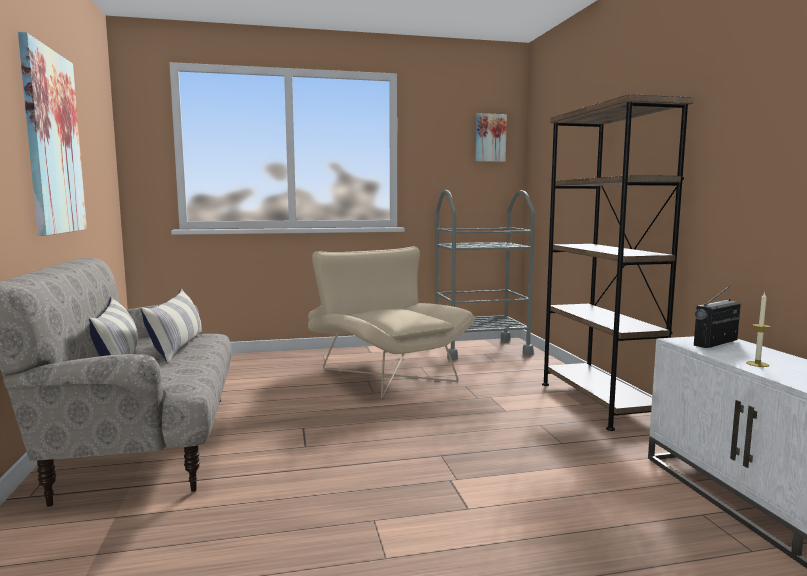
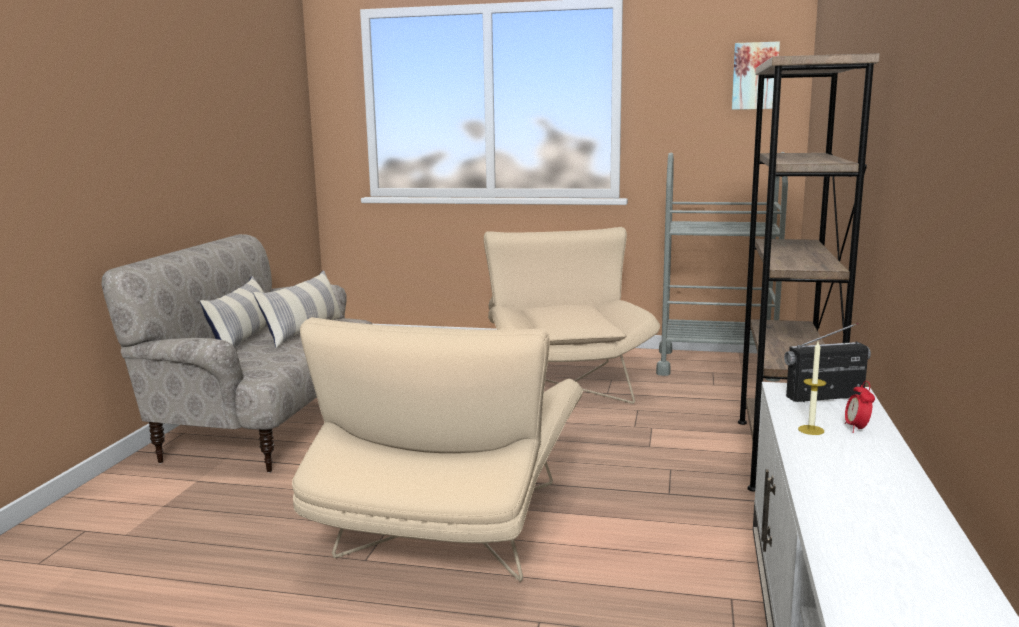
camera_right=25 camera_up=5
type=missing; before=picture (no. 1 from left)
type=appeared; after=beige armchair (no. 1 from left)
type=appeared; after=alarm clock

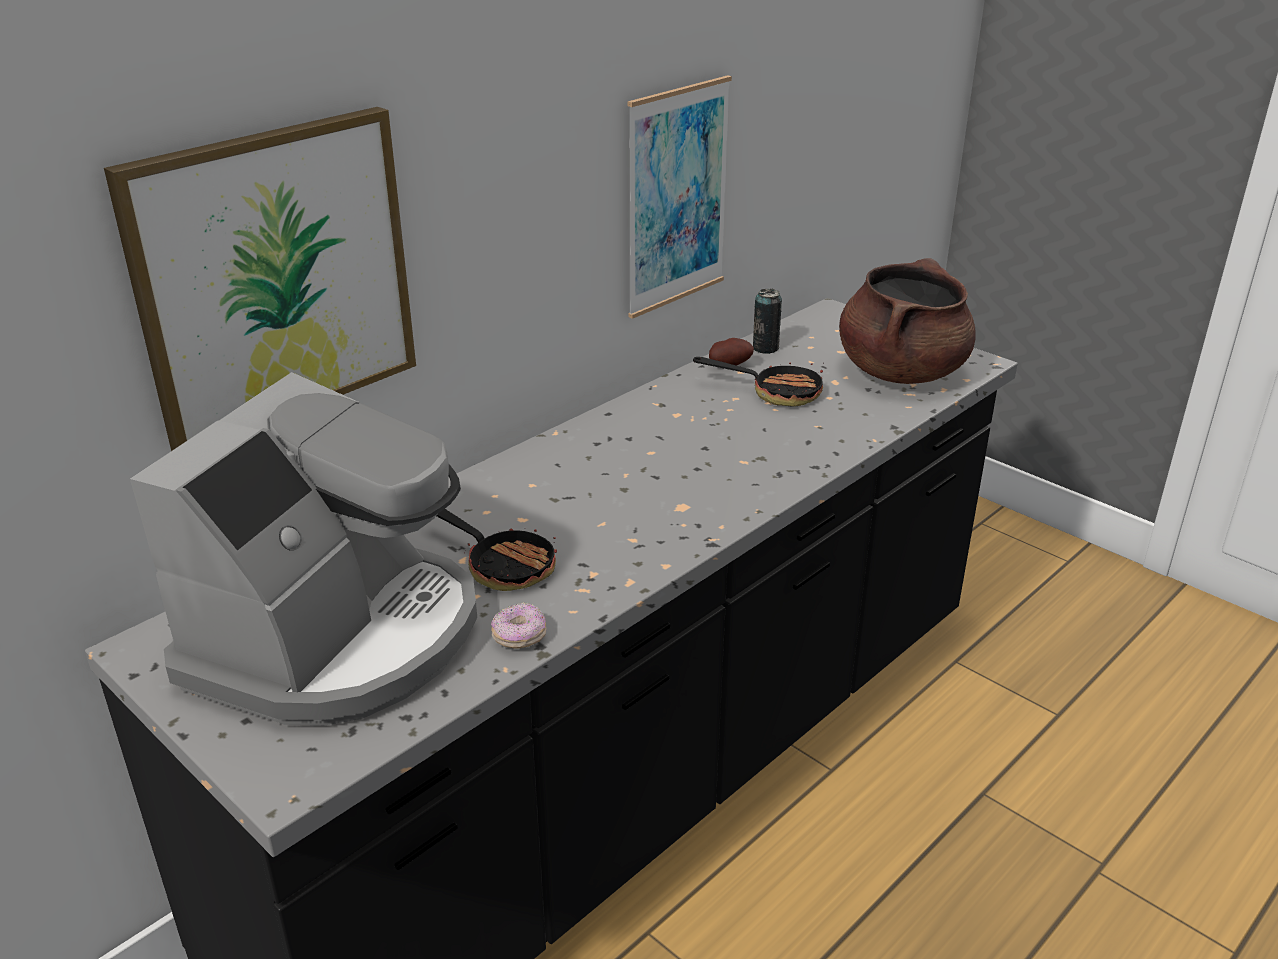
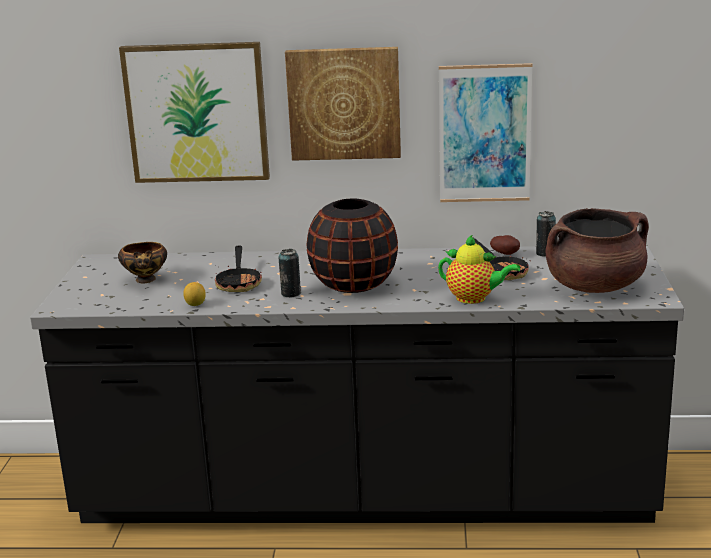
camera_right=50 camera_up=-10
type=exchanged; before=coffee machine; after=bowl
type=exchanged; before=donut; after=lemon
type=appeared; after=can (no. 1 from left)
type=appeared; after=picture (no. 2 from left)
type=appeared; after=black vase
type=appeared; after=teapot

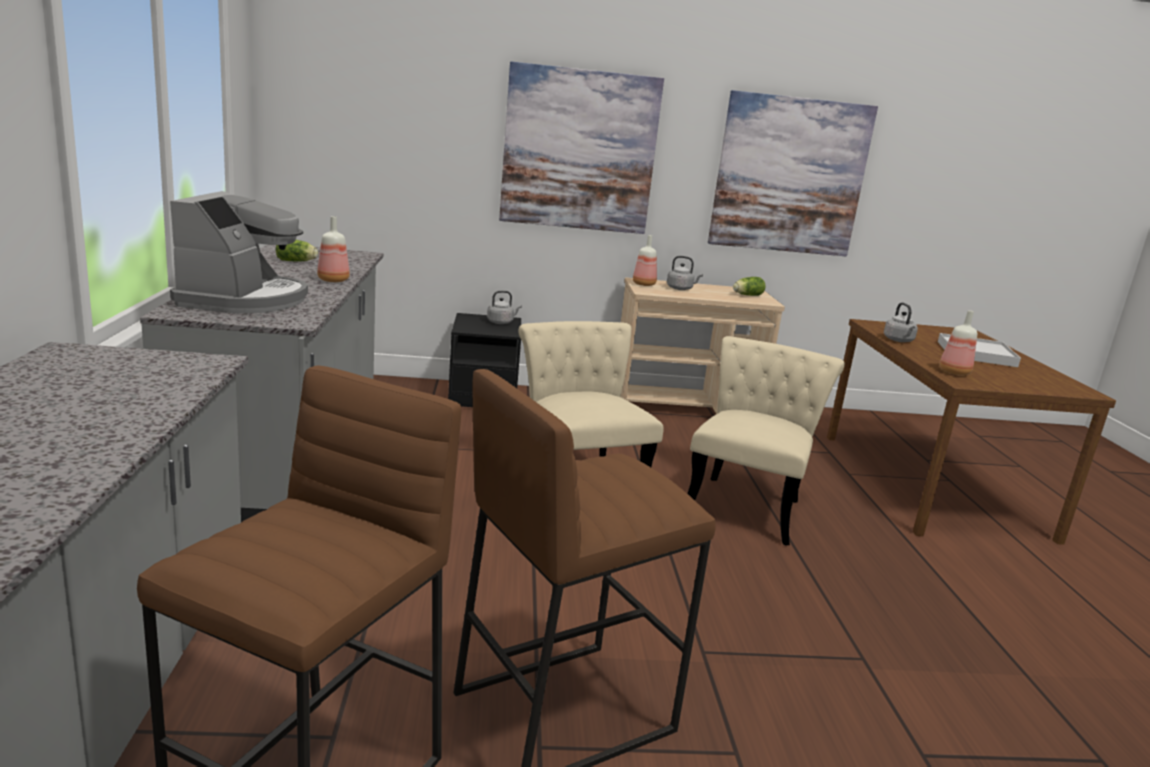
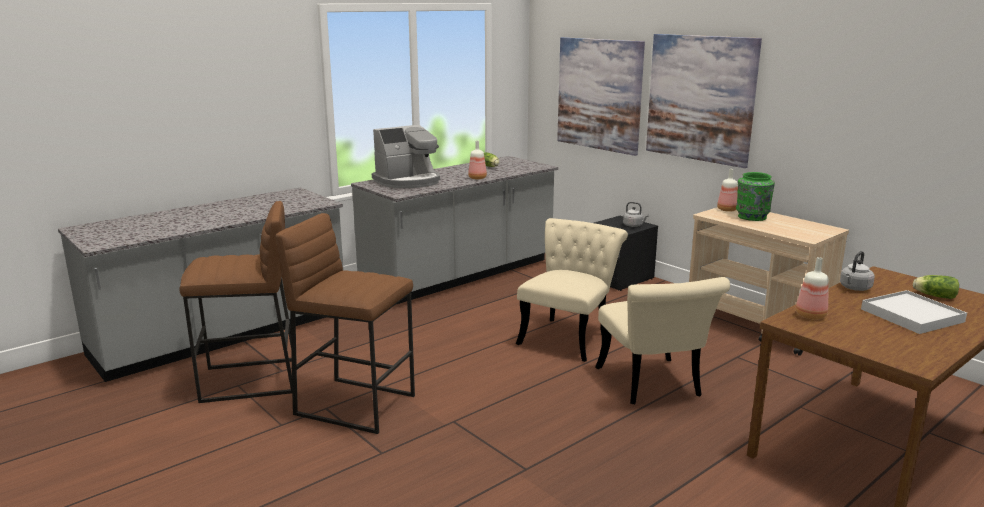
camera_right=55 camera_up=0
type=exchanged; before=grey kettle (no. 2 from left); after=green vase
type=spun; before=beige chair (no. 2 from left); turn=90
type=relocated; before=picture (no. 2 from left in the first image); after=picture (no. 1 from left)
type=relocated; before=lettuce (no. 2 from left)

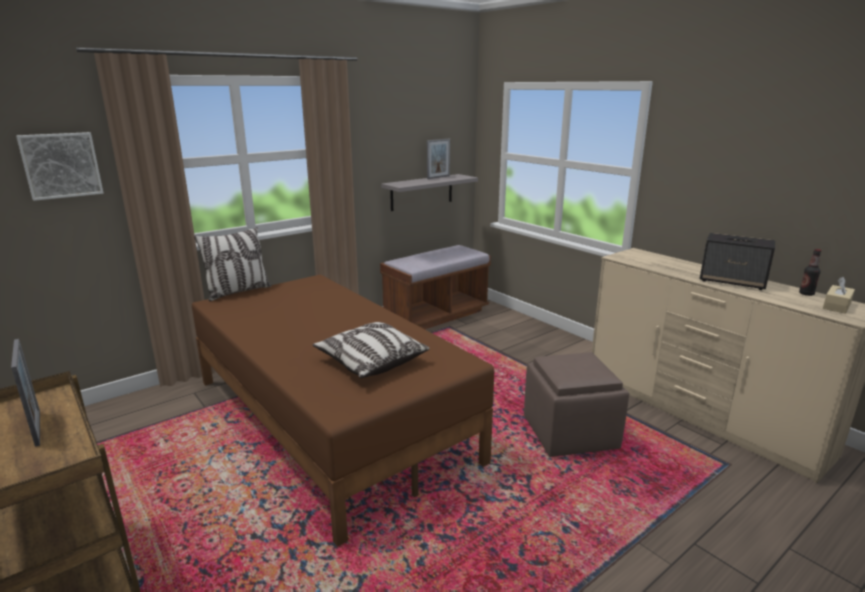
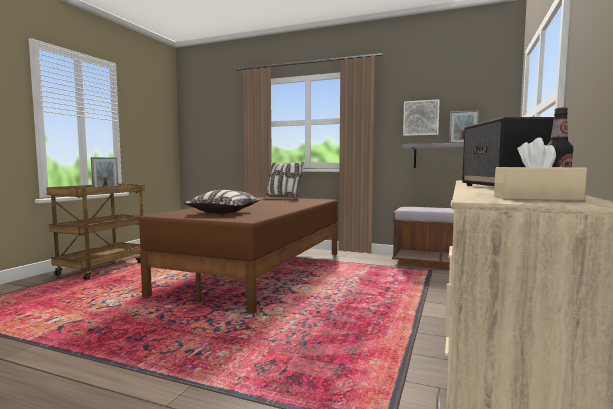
camera_right=60 camera_up=-15
type=relocated; before=picture
type=missing; before=brown ottoman

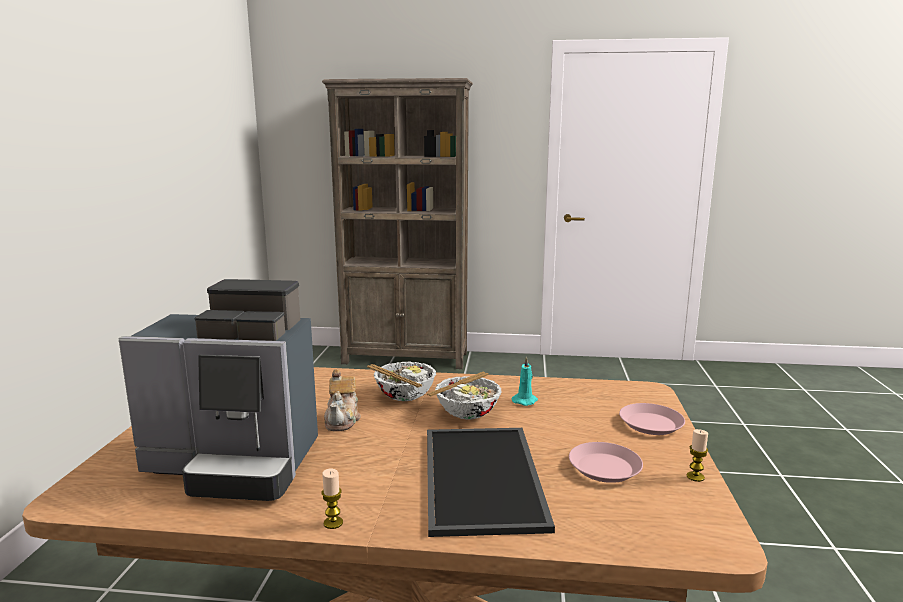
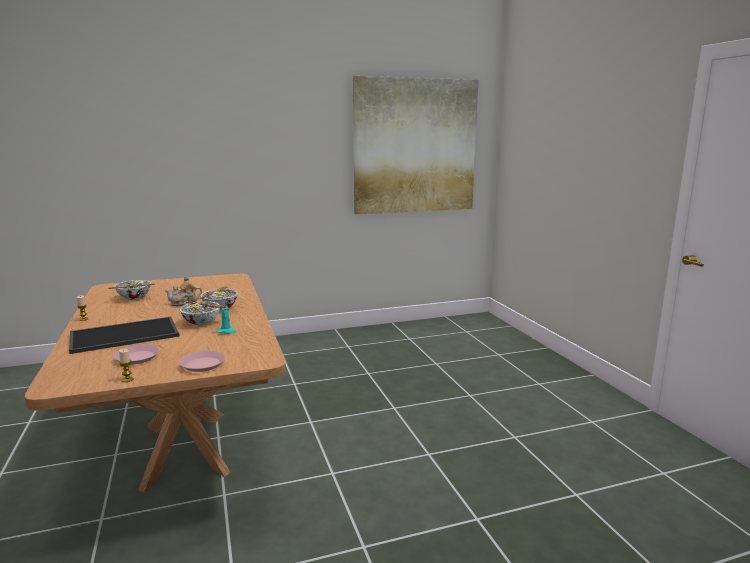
camera_right=65 camera_up=0
type=exchanged; before=coffee machine; after=bowl (no. 1 from left)
type=missing; before=brown bookcase
type=appeared; after=picture

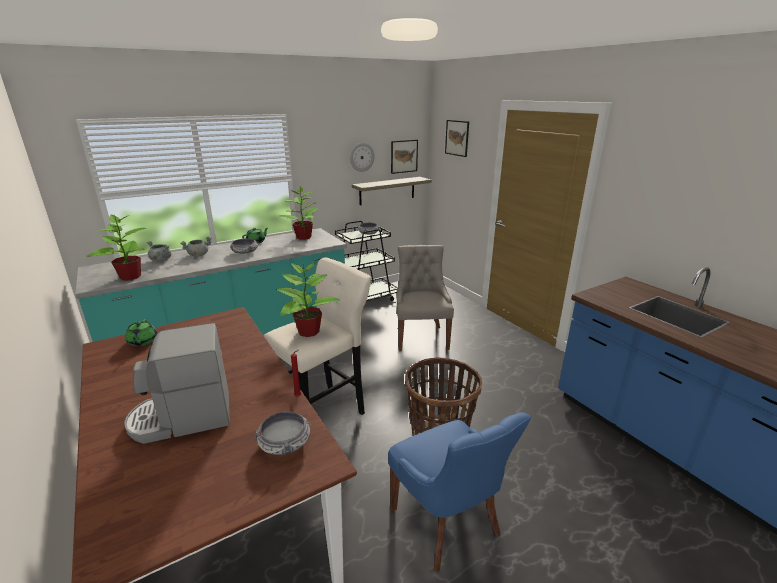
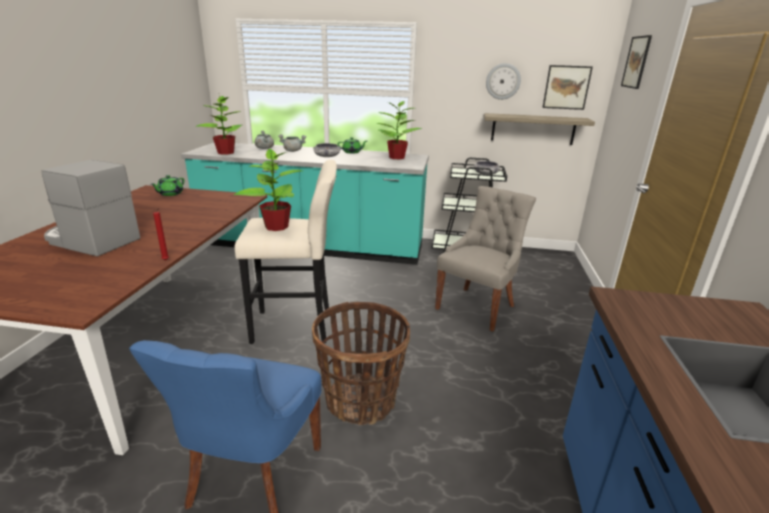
camera_right=40 camera_up=0
type=missing; before=bowl (no. 2 from left)

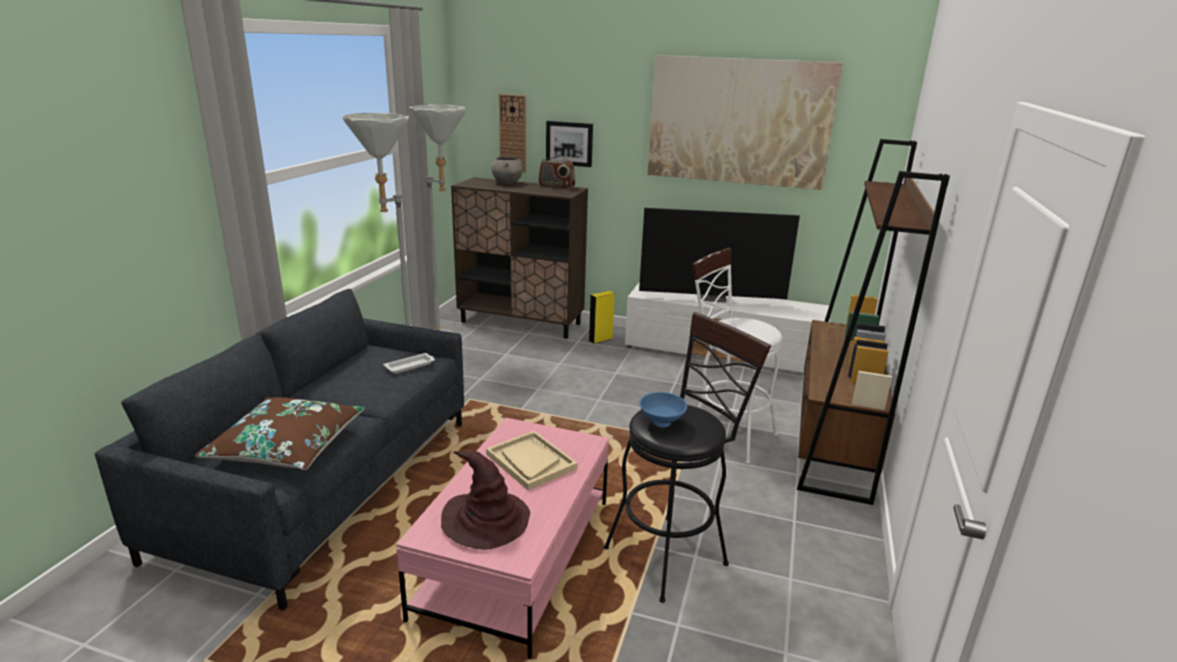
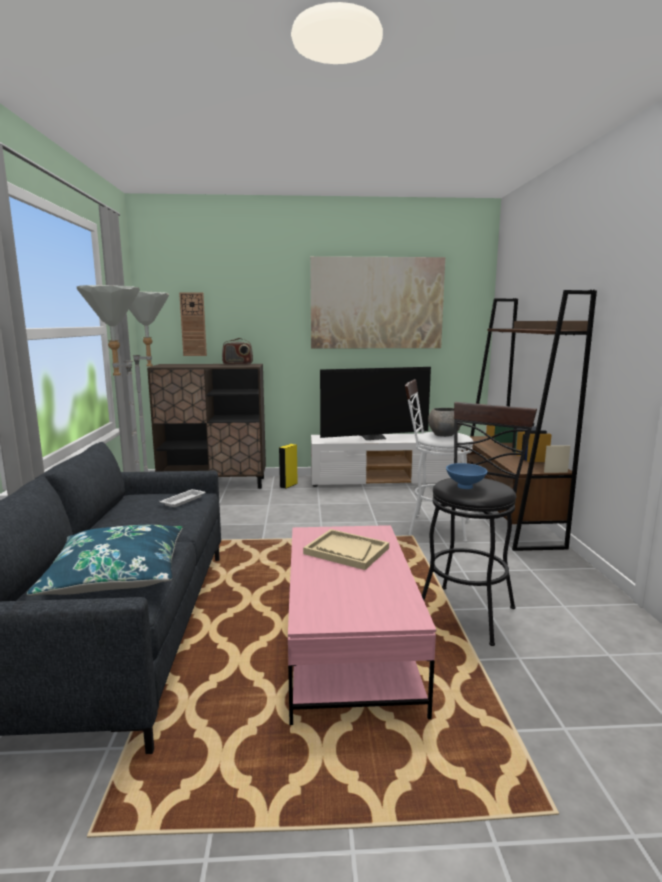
camera_right=-20 camera_up=-10
type=colour; before=brown pillow; after=blue pillow
type=missing; before=brown hat
type=relocated; before=grey bowl
type=missing; before=picture (no. 1 from left)

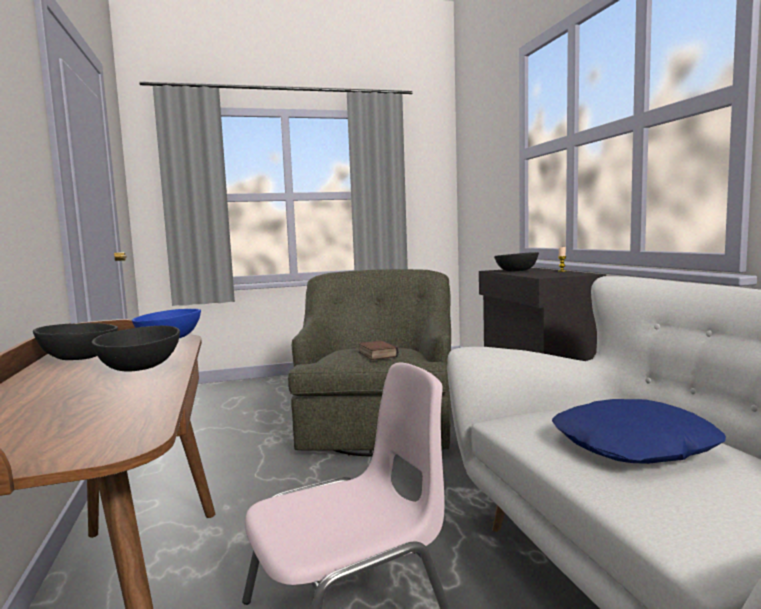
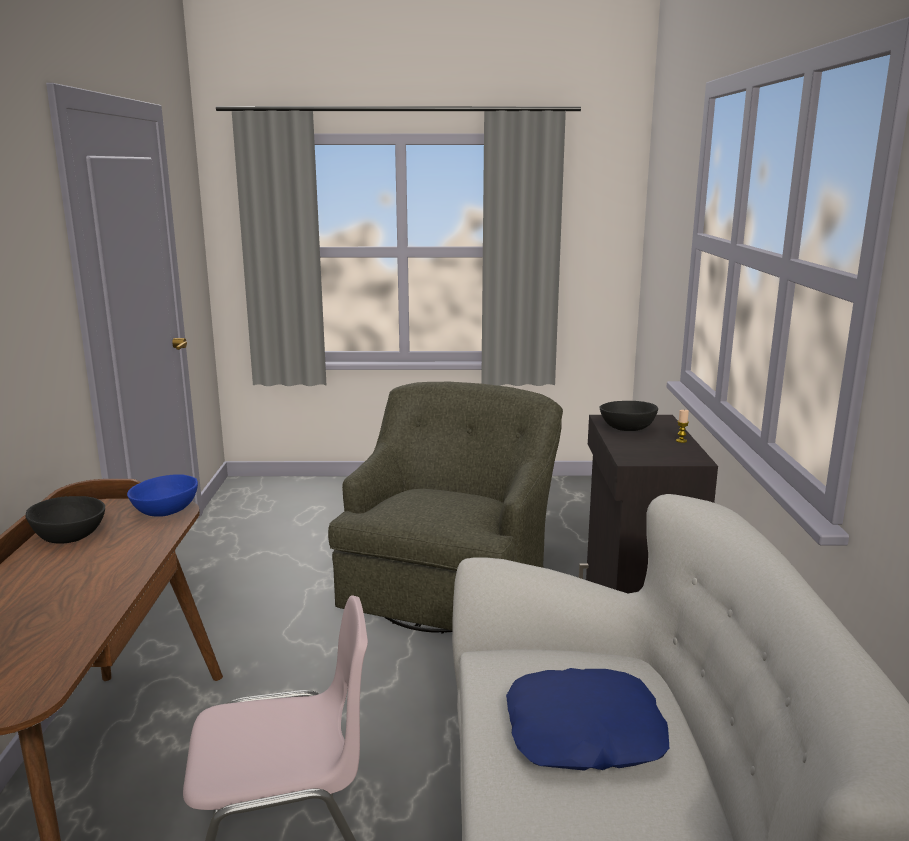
camera_right=15 camera_up=10
type=missing; before=black bowl (no. 2 from left)
type=missing; before=book

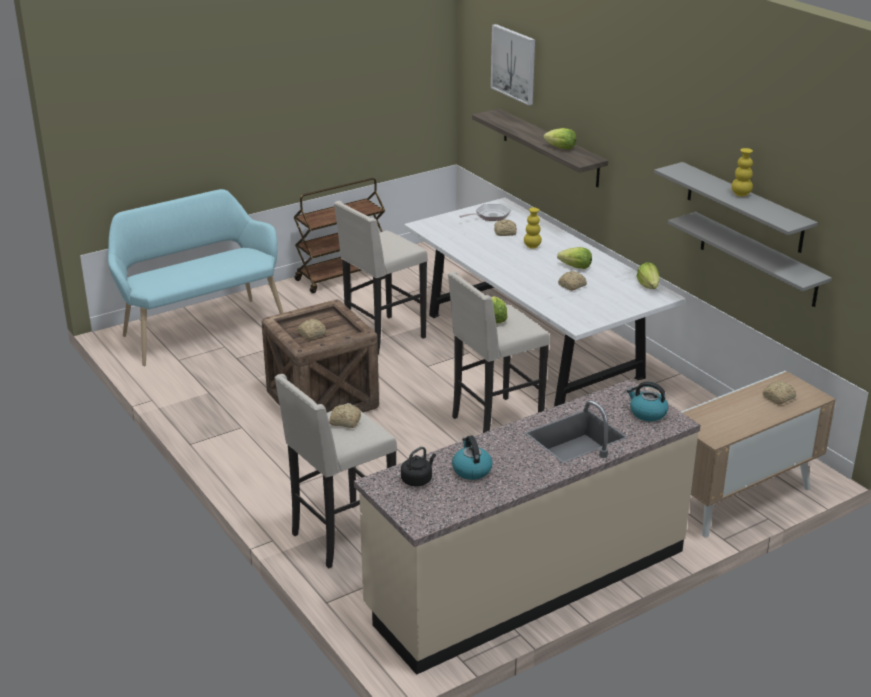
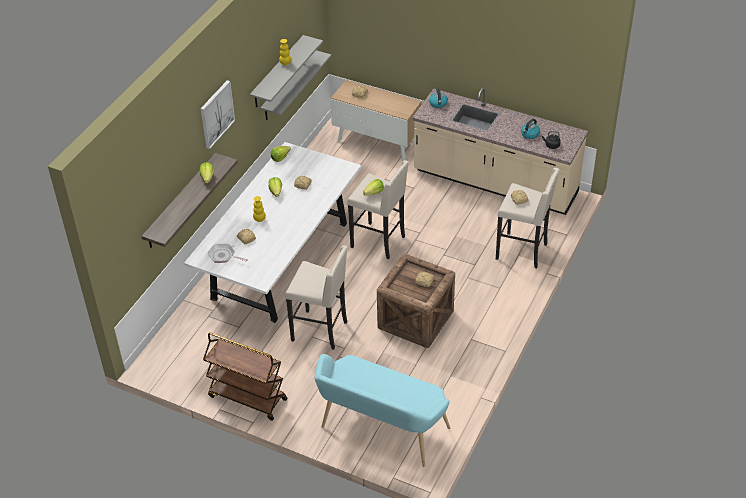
camera_right=-120 camera_up=15
type=relocated; before=picture

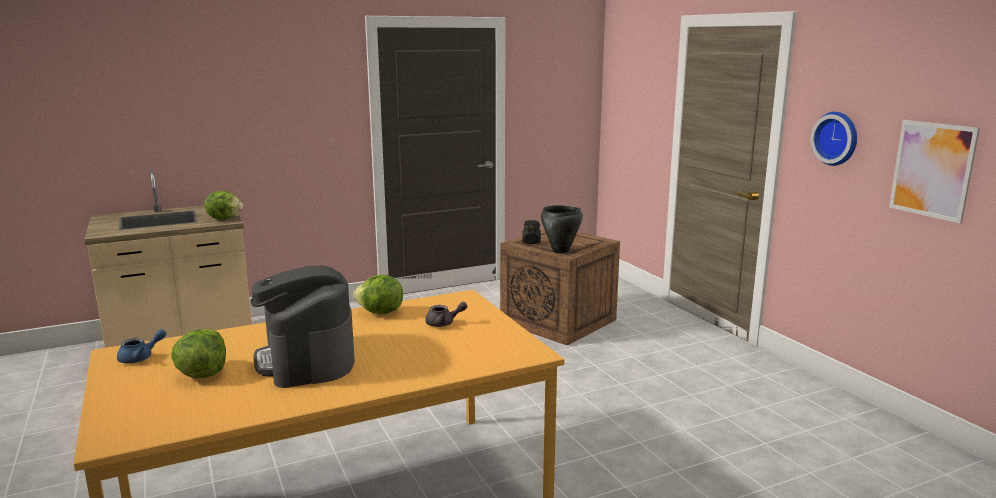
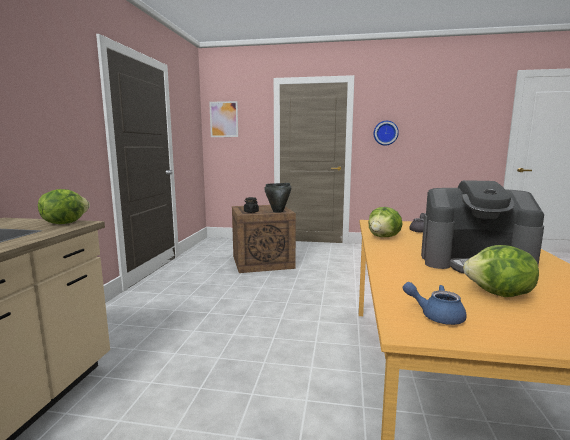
camera_right=-55 camera_up=-5
type=spun; before=blue teapot; turn=-60
type=relocated; before=picture

